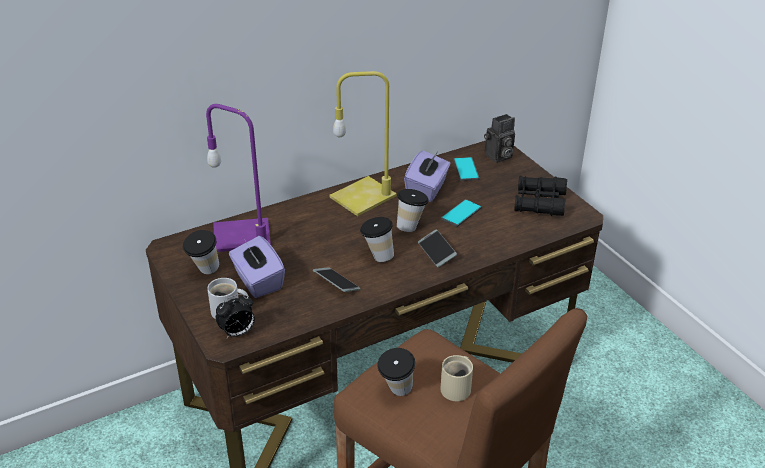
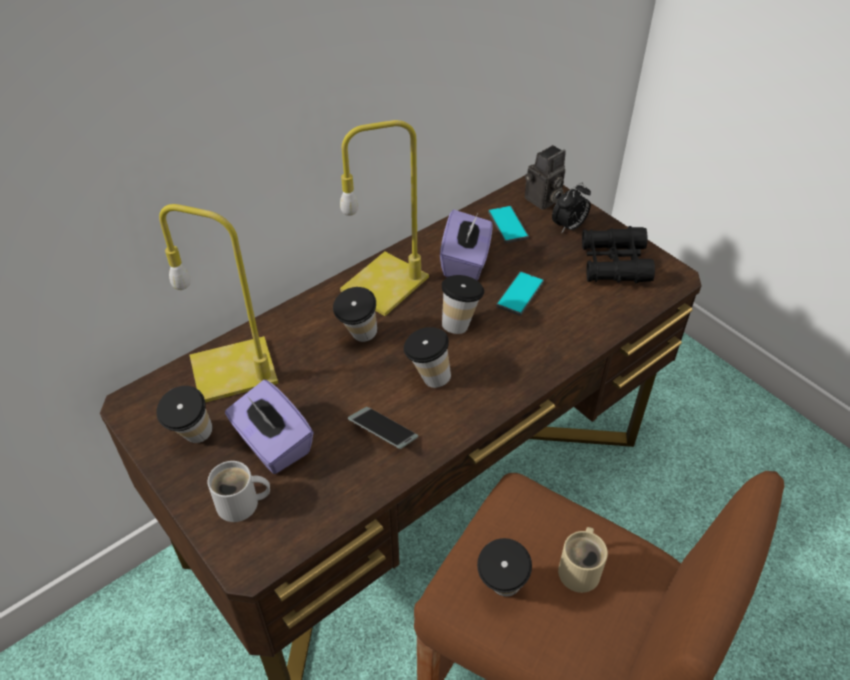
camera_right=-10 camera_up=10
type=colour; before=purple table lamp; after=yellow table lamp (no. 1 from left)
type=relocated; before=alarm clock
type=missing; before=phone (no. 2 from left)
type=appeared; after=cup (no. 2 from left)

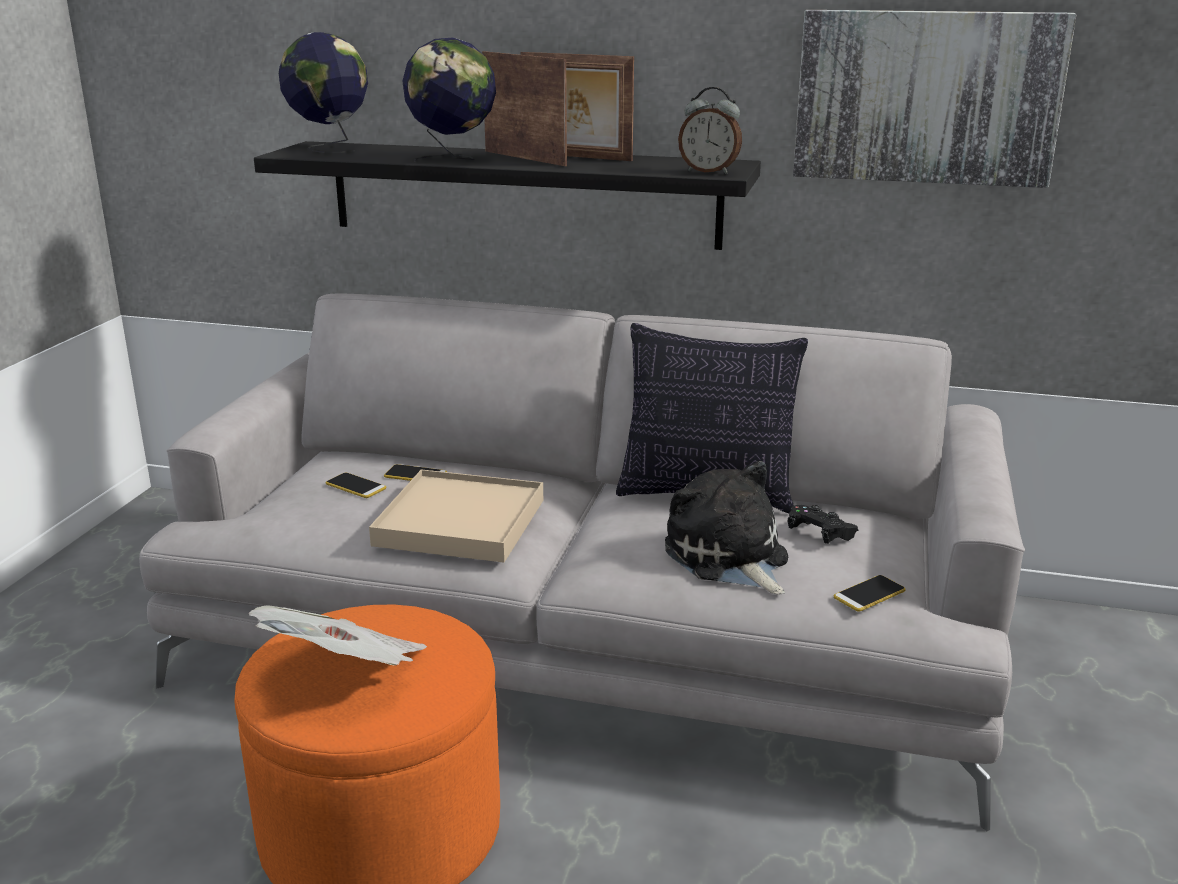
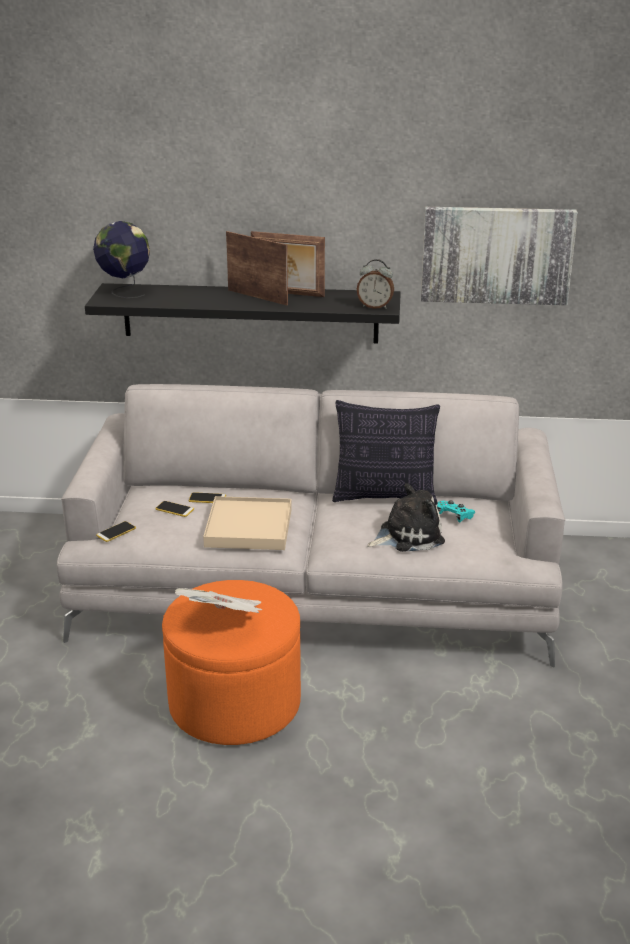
camera_right=-10 camera_up=5
type=missing; before=globe (no. 2 from left)
type=spun; before=plush toy; turn=105
type=colour; before=black game controller; after=turquoise game controller
type=relocated; before=phone (no. 3 from left in the first image); after=phone (no. 1 from left)

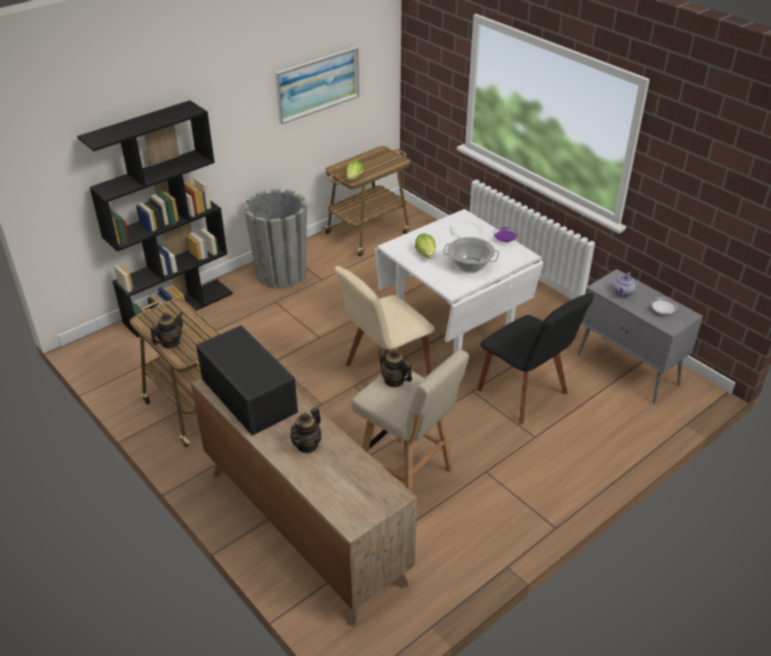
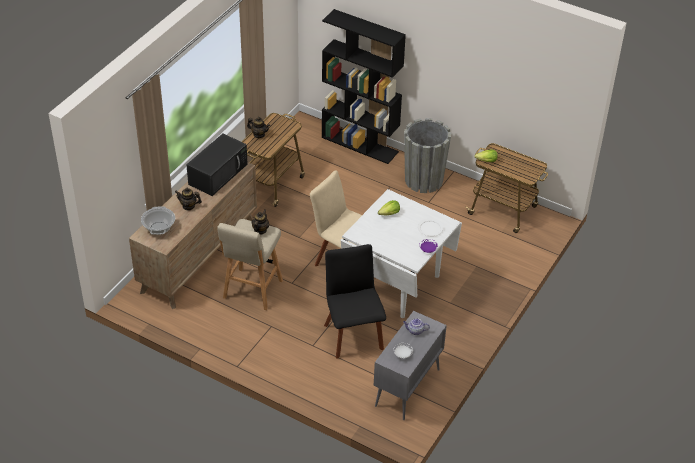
camera_right=70 camera_up=5
type=missing; before=picture
type=relocated; before=cooking pot
type=spun; before=black chair; turn=135

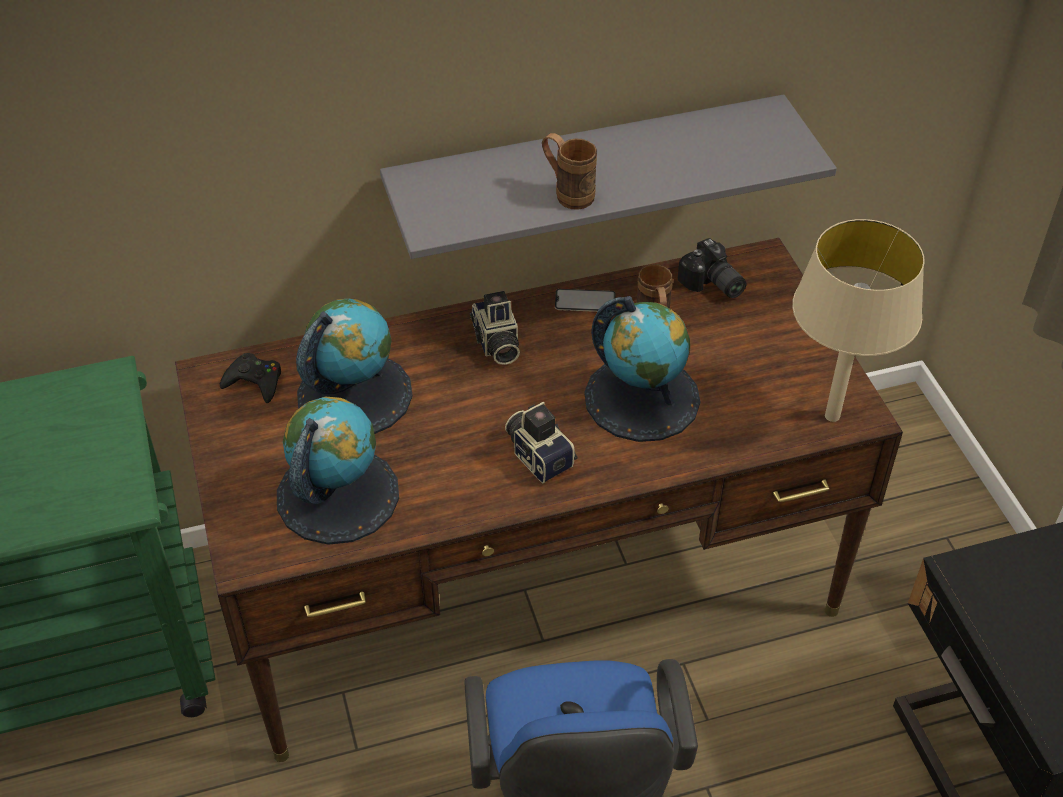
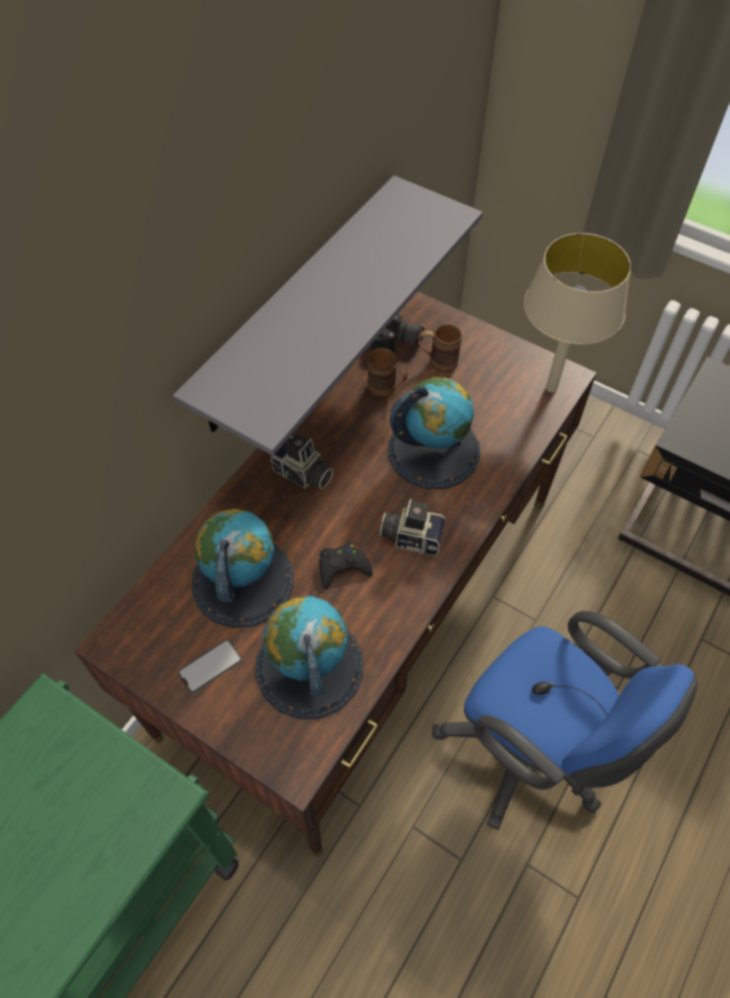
camera_right=-40 camera_up=10
type=relocated; before=black game controller
type=relocated; before=brown mug (no. 1 from left in the first image); after=brown mug (no. 2 from left)
type=relocated; before=phone

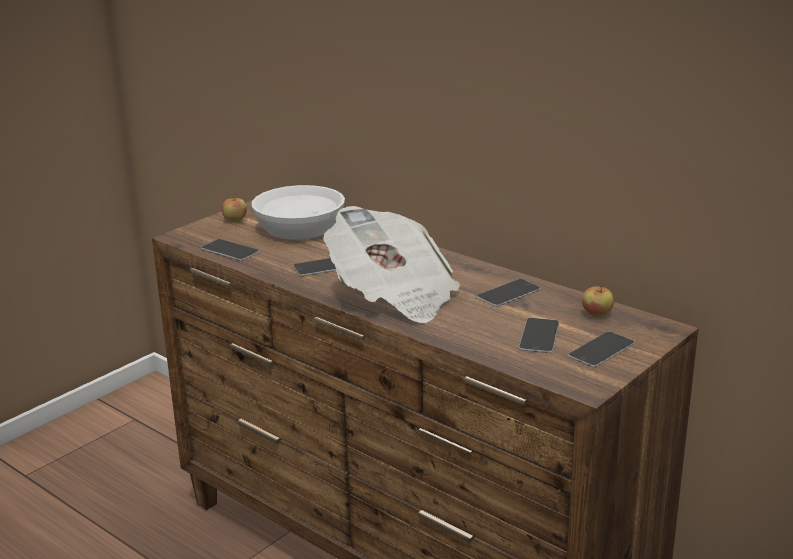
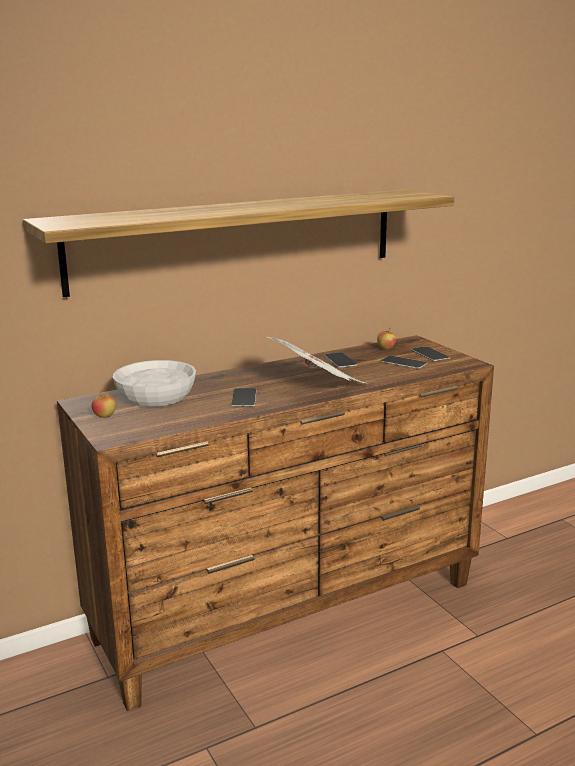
camera_right=-70 camera_up=-5
type=missing; before=phone (no. 1 from left)
type=appeared; after=shelf

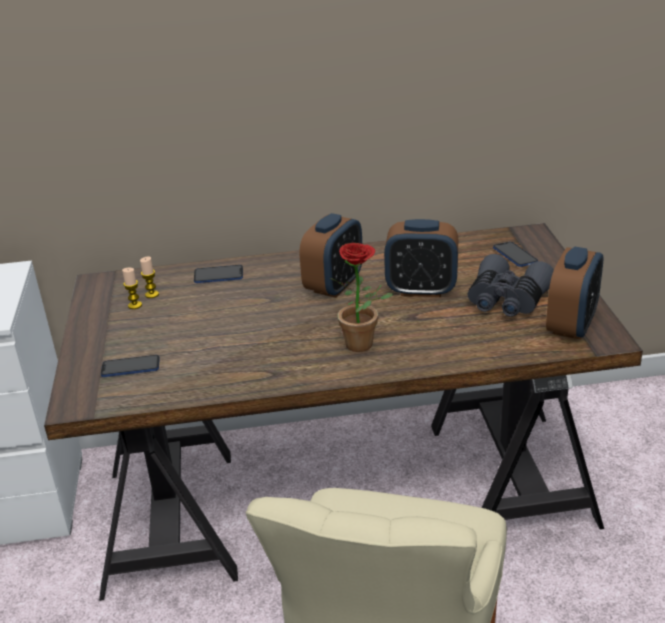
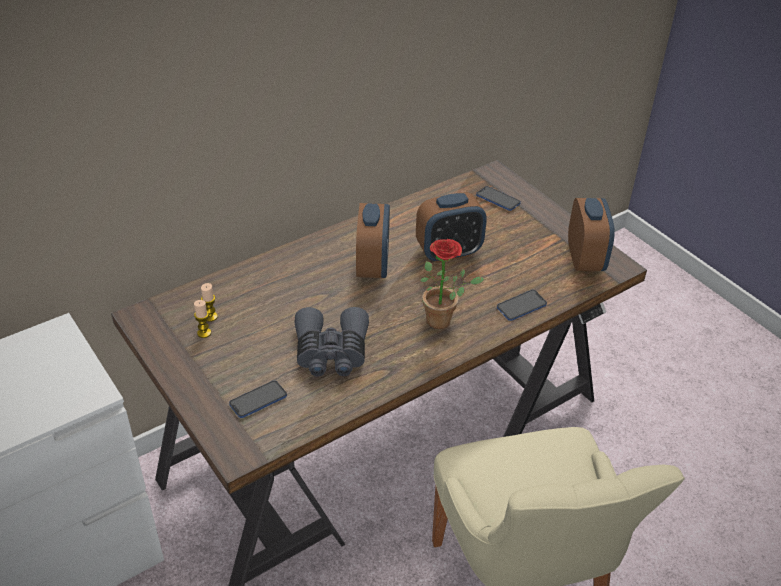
camera_right=-30 camera_up=10
type=relocated; before=phone (no. 2 from left in the first image); after=phone (no. 3 from left)
type=relocated; before=grey binoculars

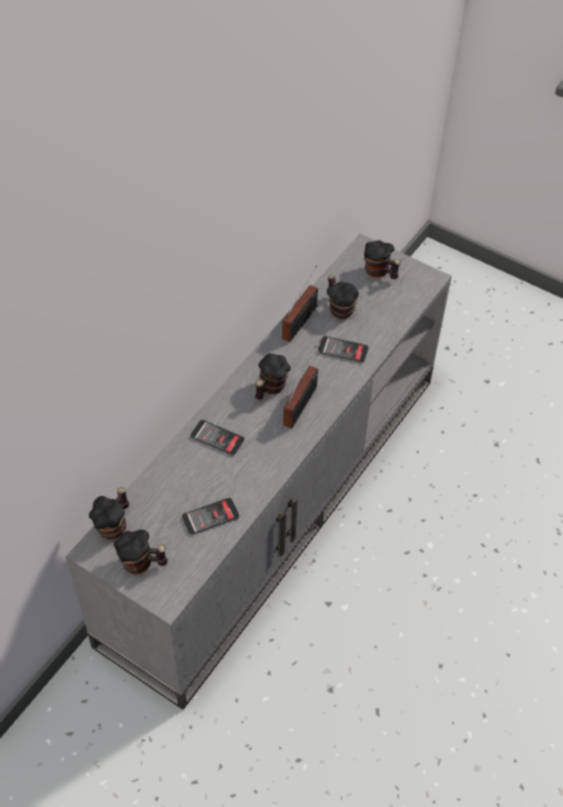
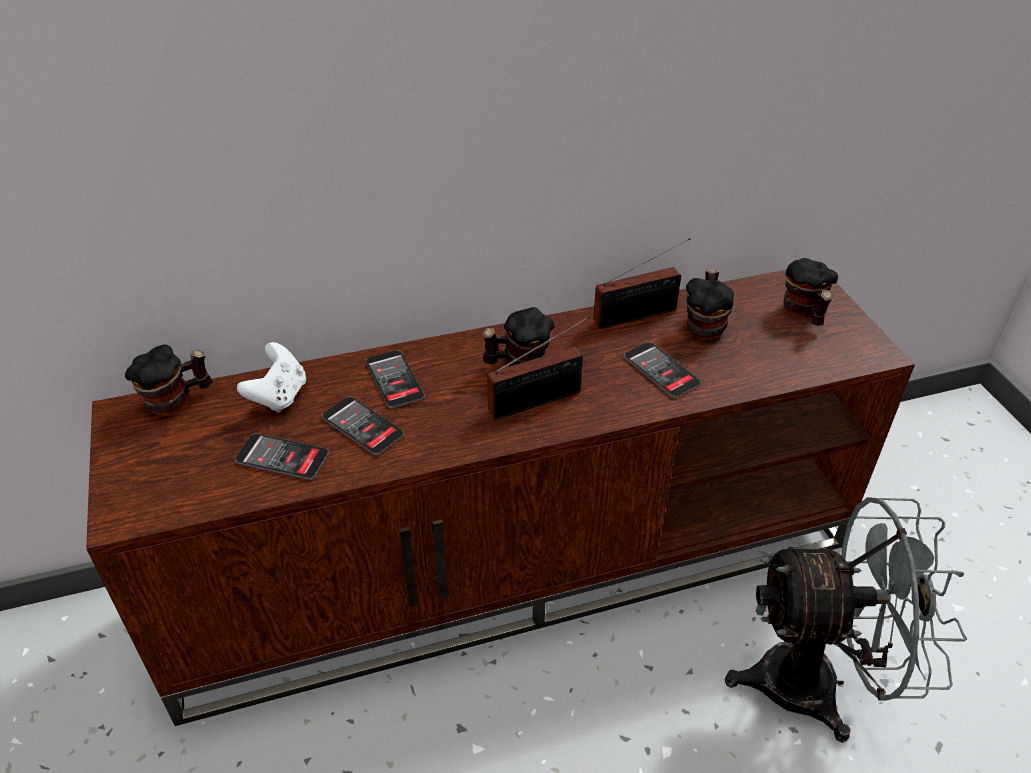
camera_right=40 camera_up=-10
type=colour; before=grey tv stand; after=brown tv stand
type=missing; before=mug (no. 2 from left)
type=appeared; after=white game controller
type=appeared; after=phone (no. 2 from left)
type=appeared; after=grey fan

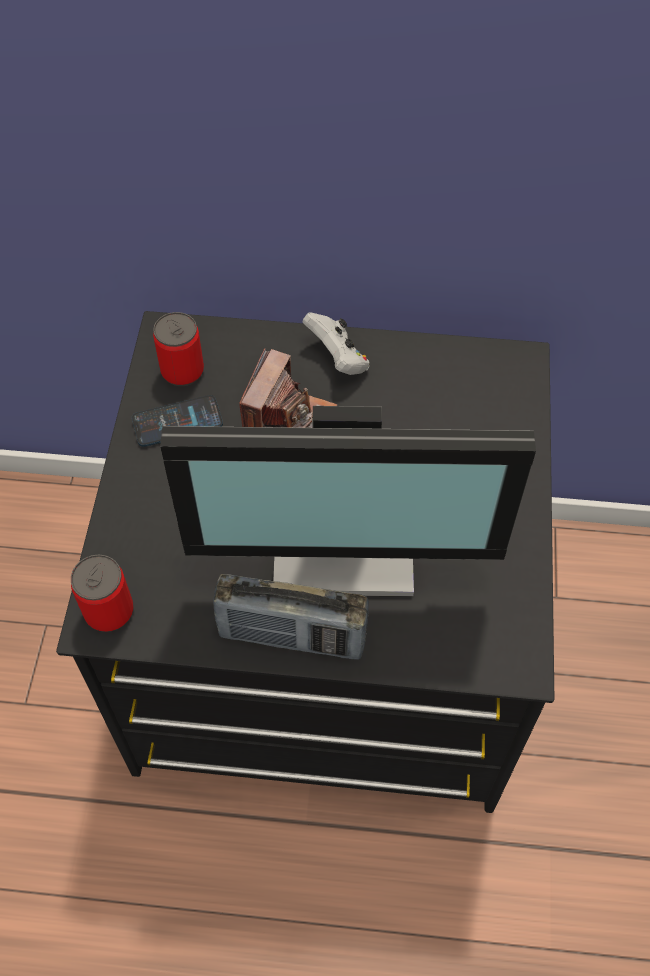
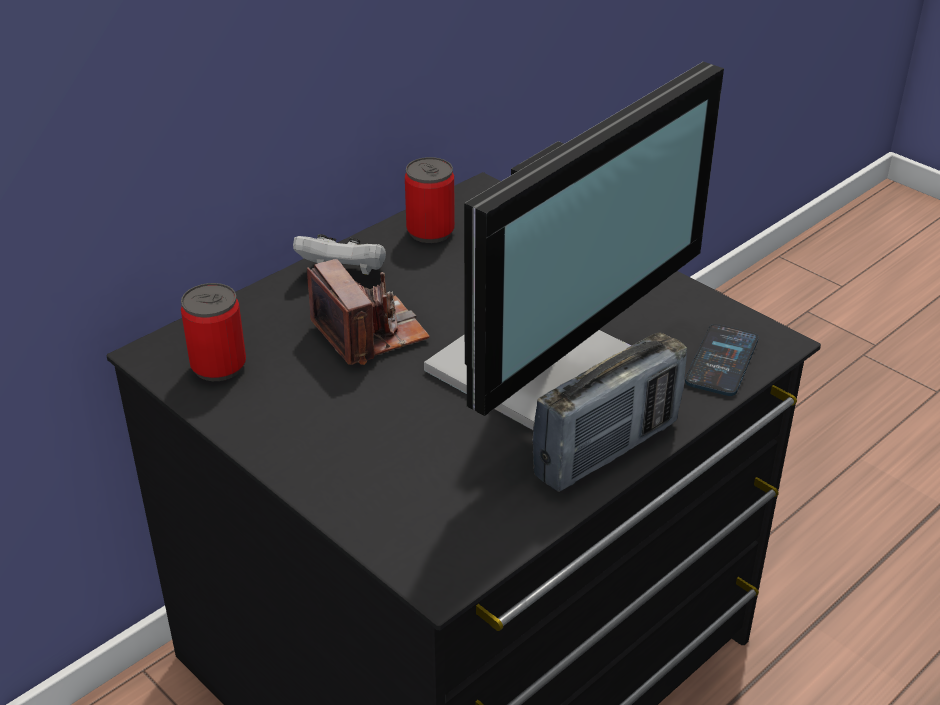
camera_right=-50 camera_up=-20
type=relocated; before=can (no. 1 from left in the first image); after=can (no. 2 from left)
type=relocated; before=phone

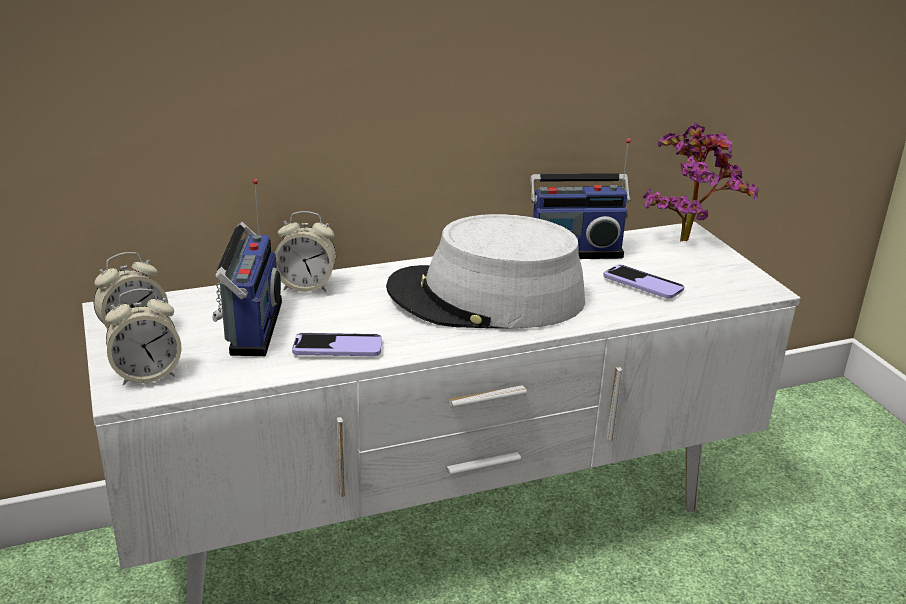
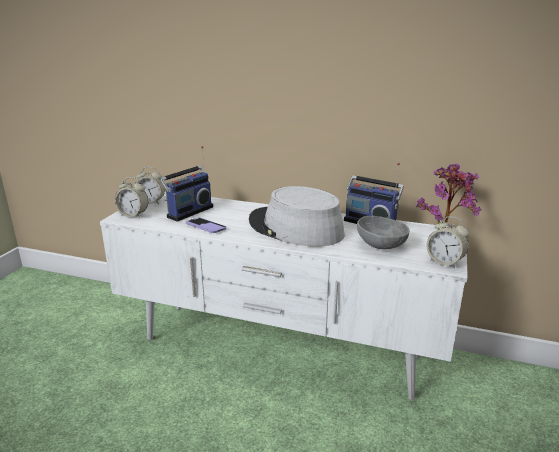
camera_right=40 camera_up=-5
type=relocated; before=alarm clock (no. 3 from left)
type=exchanged; before=phone (no. 2 from left); after=grey bowl

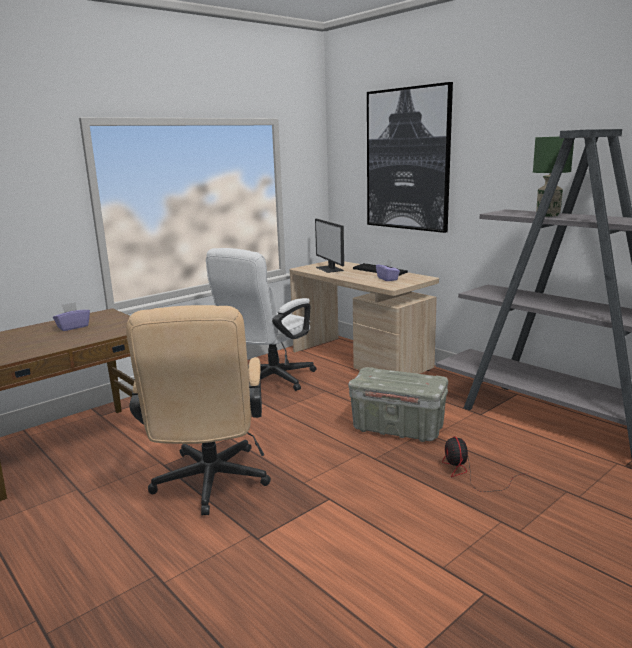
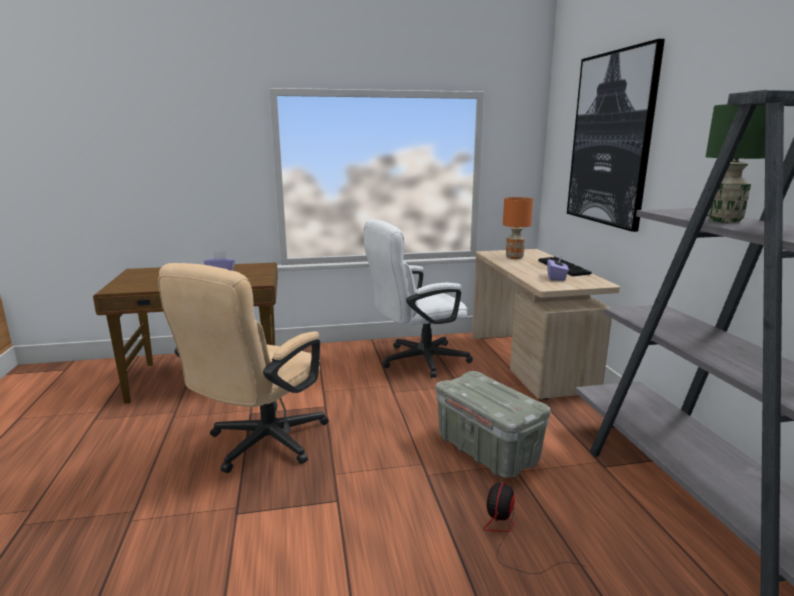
camera_right=30 camera_up=0
type=exchanged; before=monitor; after=orange table lamp

